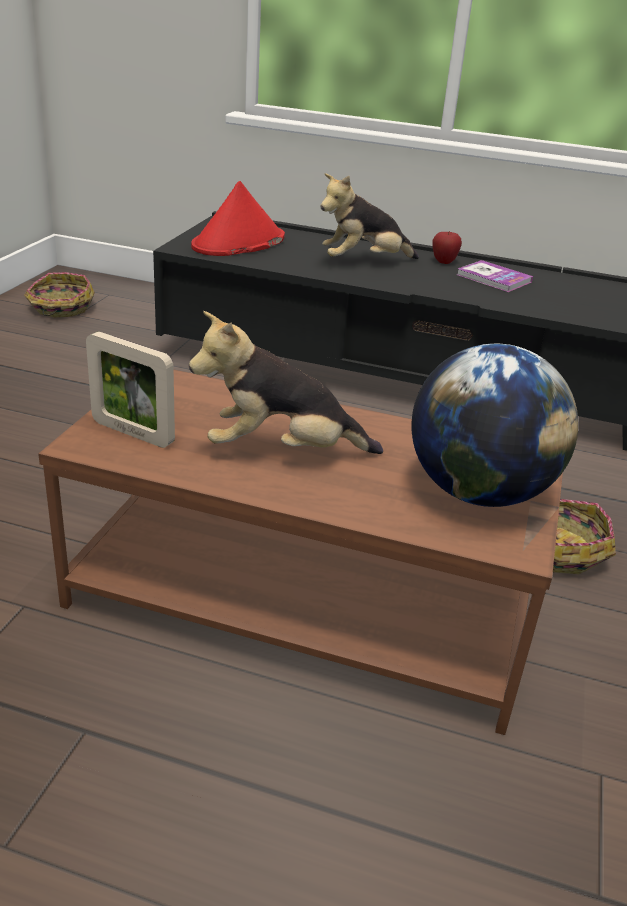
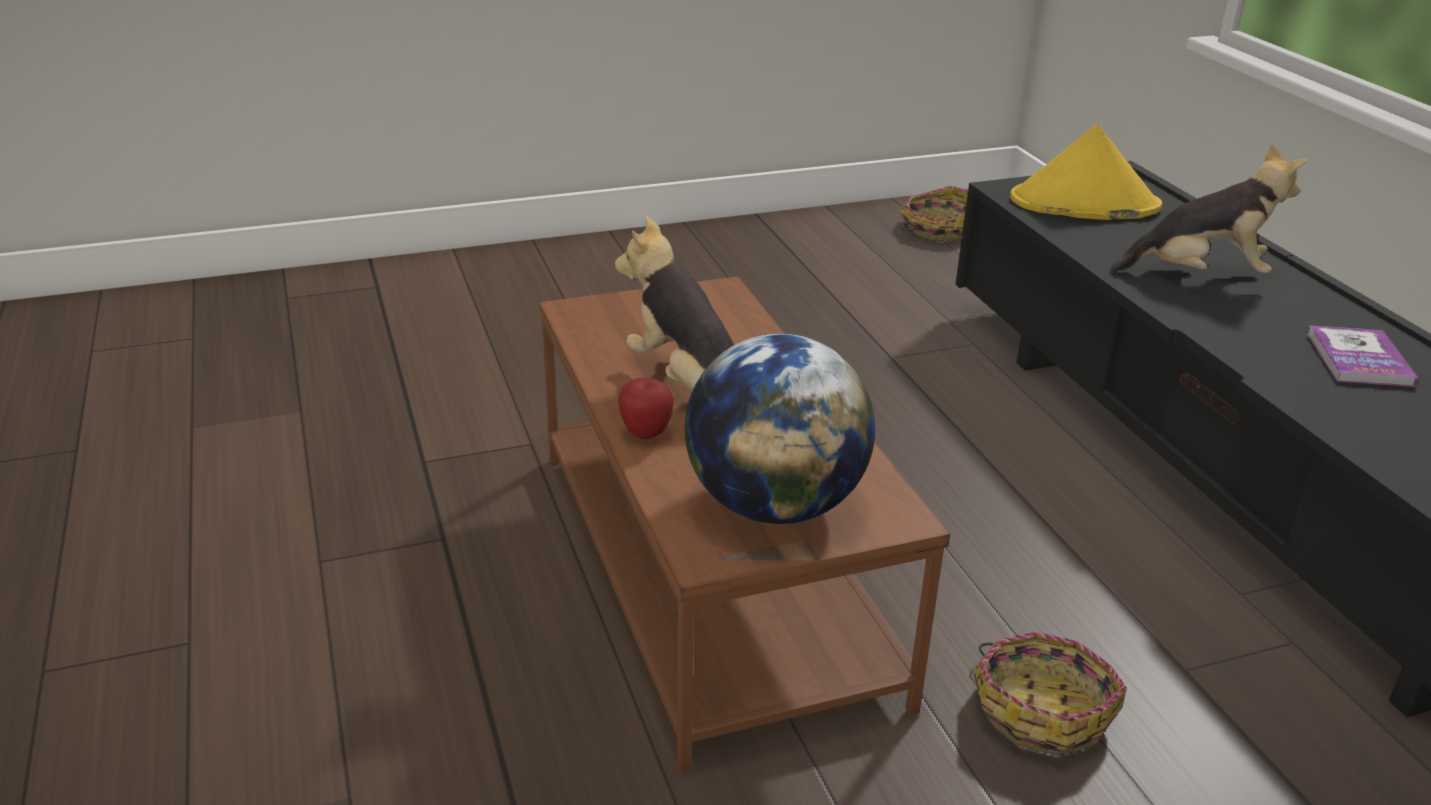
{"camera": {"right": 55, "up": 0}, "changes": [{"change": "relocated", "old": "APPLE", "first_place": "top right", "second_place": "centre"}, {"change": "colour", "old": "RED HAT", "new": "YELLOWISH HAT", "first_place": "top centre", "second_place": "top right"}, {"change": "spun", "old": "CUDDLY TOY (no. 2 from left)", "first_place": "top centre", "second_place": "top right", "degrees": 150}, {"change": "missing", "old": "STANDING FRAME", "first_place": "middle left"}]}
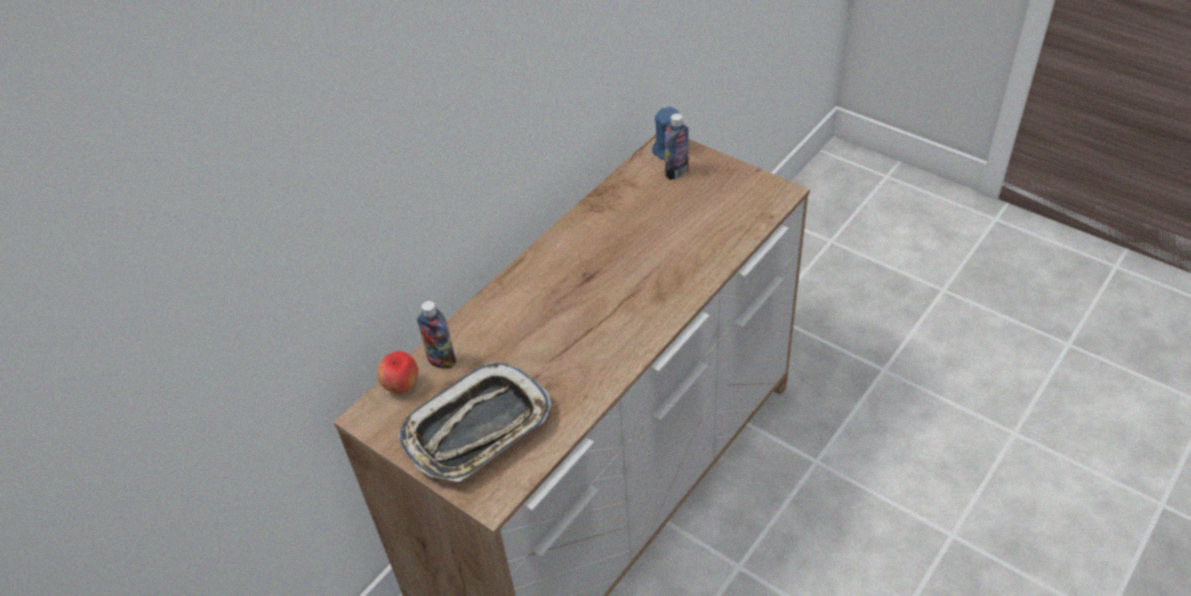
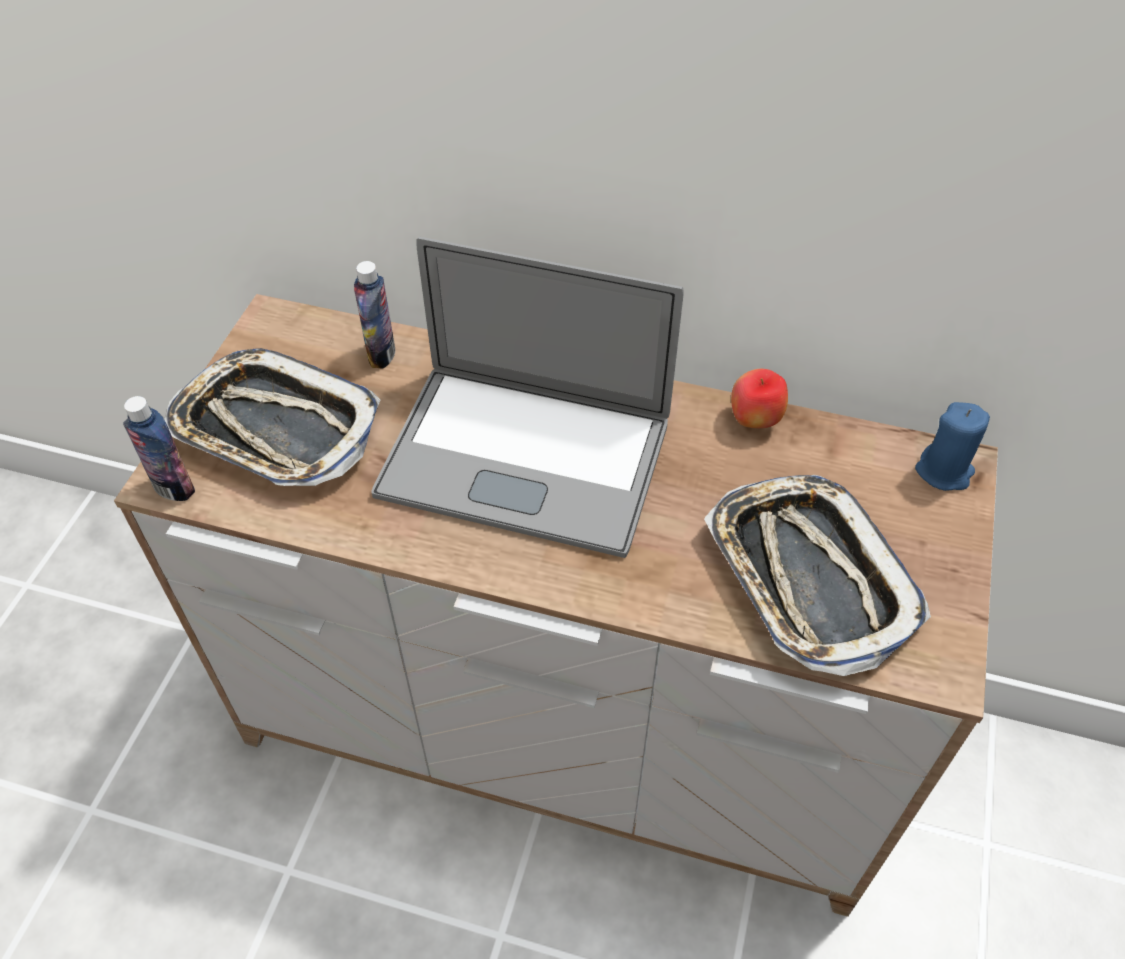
{"camera": {"right": 65, "up": 5}, "changes": [{"change": "relocated", "old": "BOTTLE (no. 2 from left in the first image)", "new": "BOTTLE (no. 1 from left)", "first_place": "top centre", "second_place": "middle left"}, {"change": "appeared", "new": "PORTABLE COMPUTER", "second_place": "centre"}, {"change": "appeared", "new": "SERVING TRAY (no. 2 from left)", "second_place": "middle right"}, {"change": "relocated", "old": "APPLE", "first_place": "centre", "second_place": "middle right"}]}
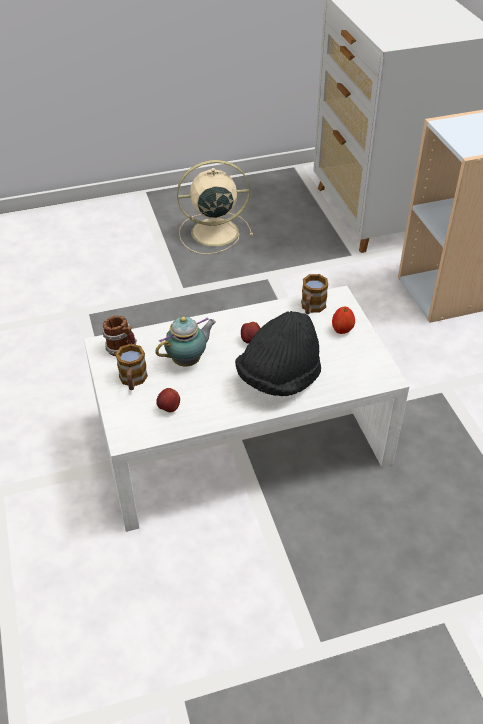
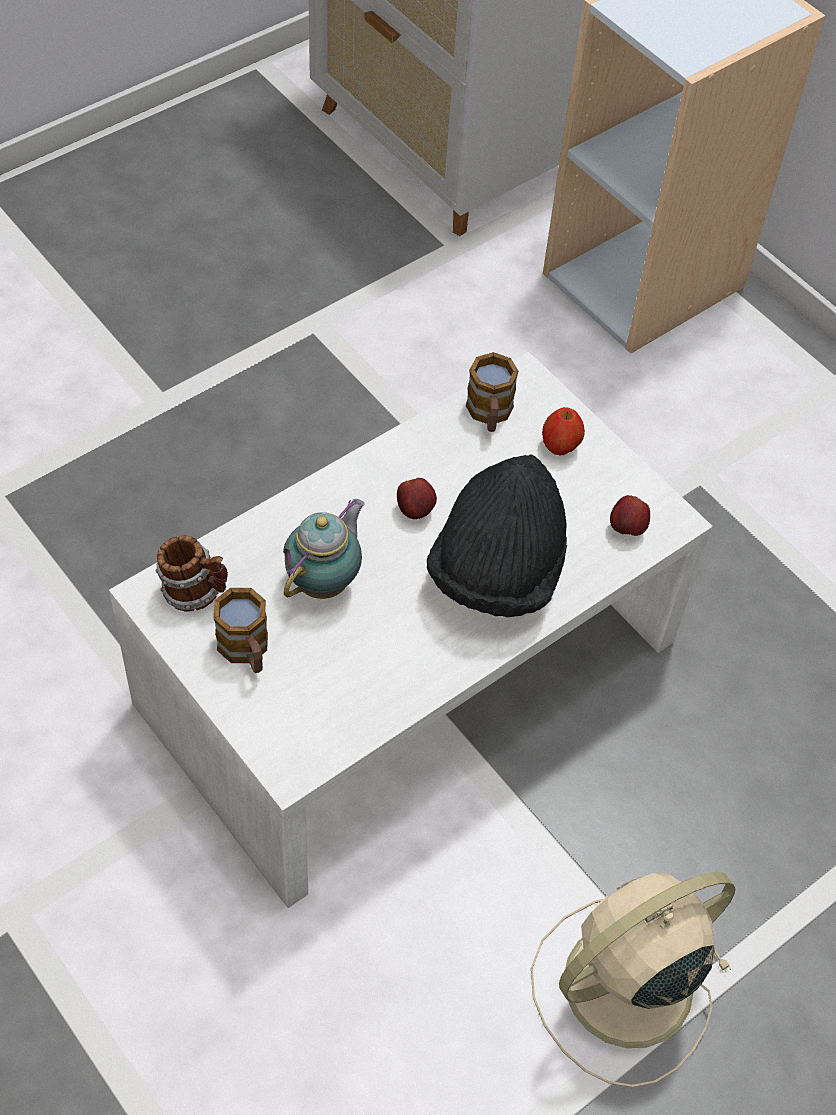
{"camera": {"right": -25, "up": 10}, "changes": [{"change": "relocated", "old": "BEIGE FAN", "first_place": "top centre", "second_place": "bottom right"}, {"change": "relocated", "old": "APPLE (no. 1 from left in the first image)", "new": "APPLE (no. 3 from left)", "first_place": "centre", "second_place": "middle right"}]}
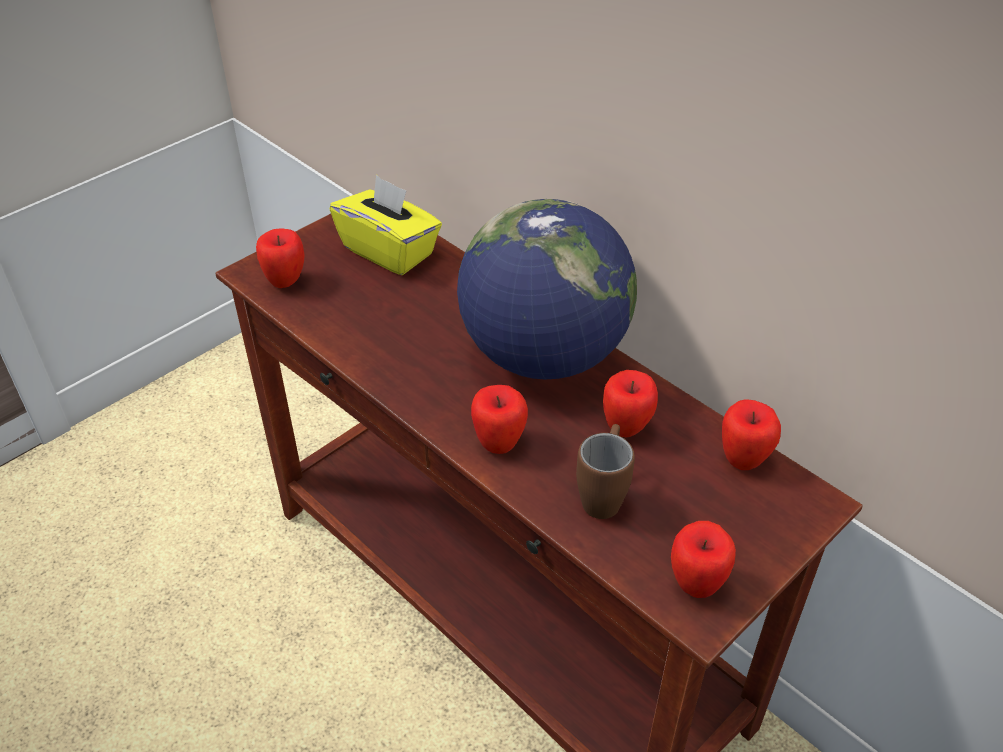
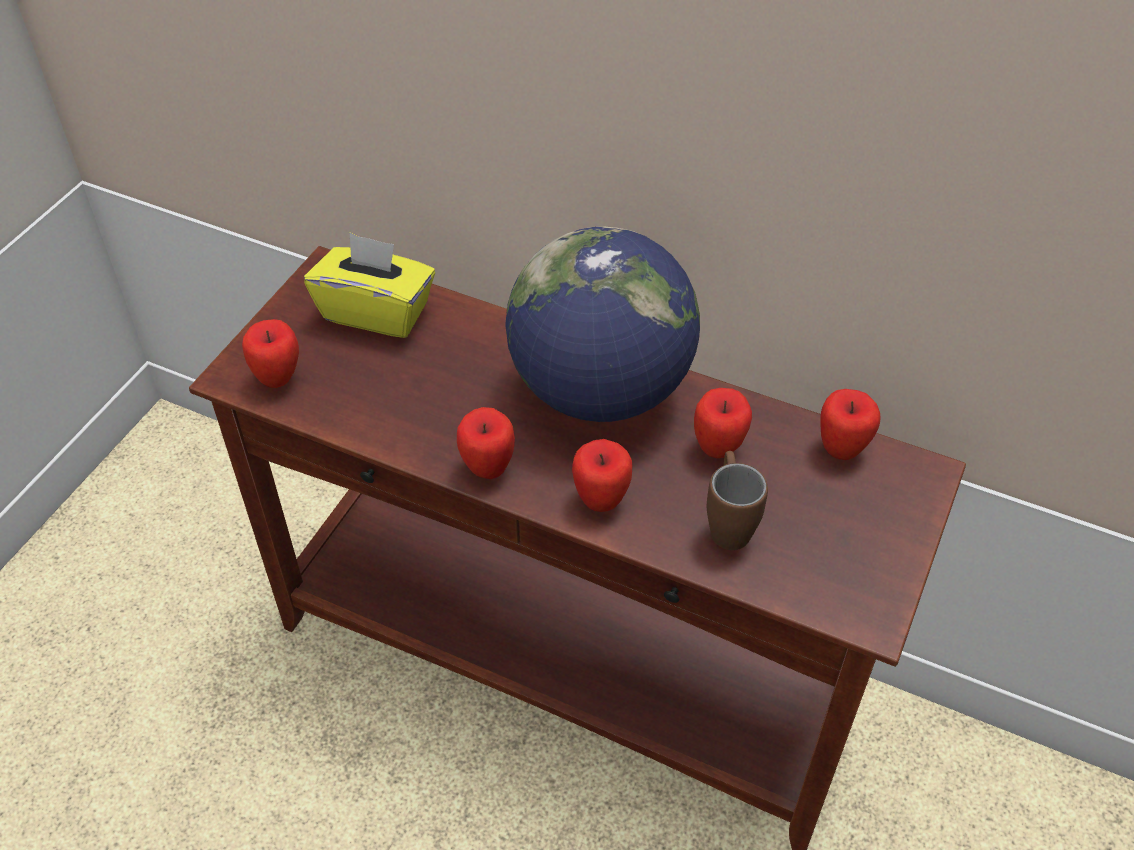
{"camera": {"right": -20, "up": 5}, "changes": [{"change": "relocated", "old": "APPLE (no. 4 from left in the first image)", "new": "APPLE (no. 2 from left)", "first_place": "bottom right", "second_place": "centre"}]}
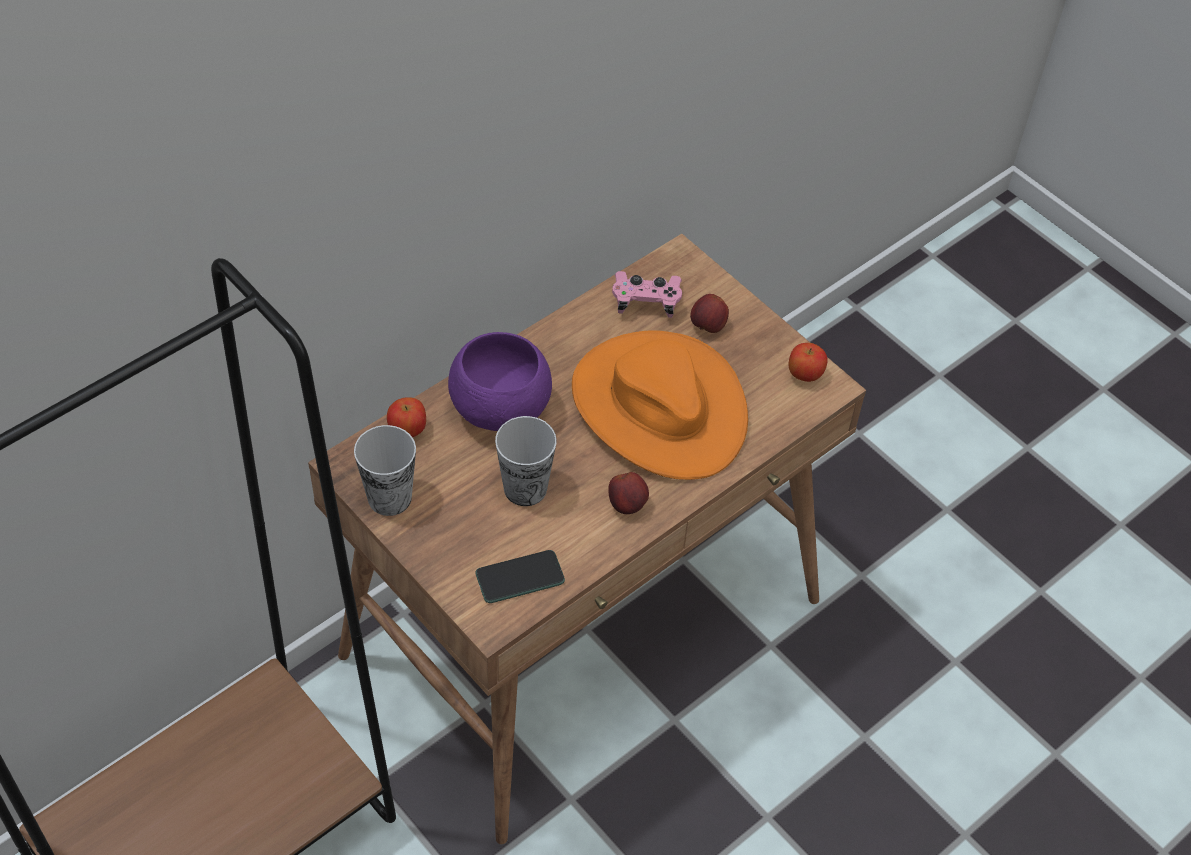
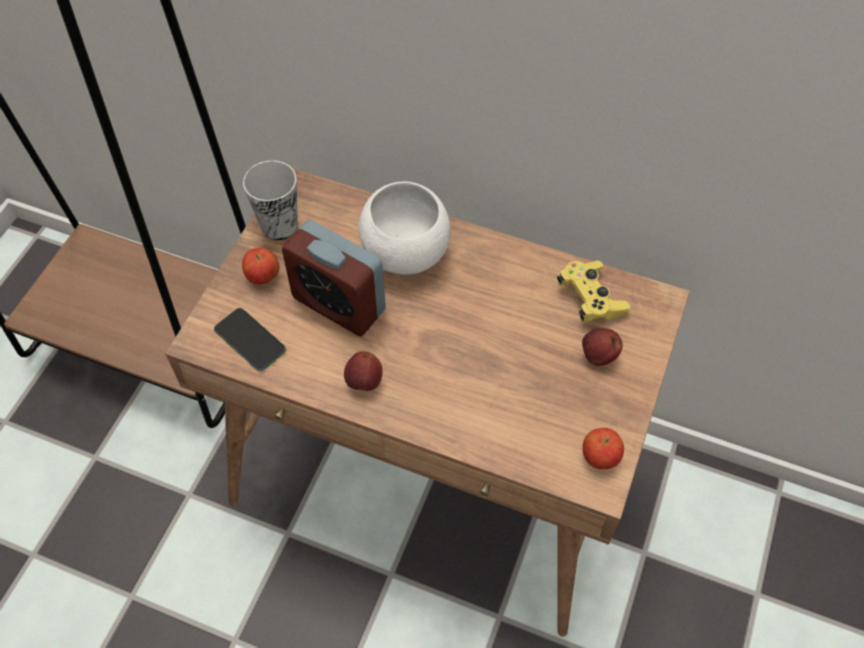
{"camera": {"right": 65, "up": 5}, "changes": [{"change": "relocated", "old": "APPLE (no. 1 from left)", "first_place": "centre", "second_place": "middle left"}, {"change": "exchanged", "old": "CUP (no. 2 from left)", "new": "TABLE CLOCK", "first_place": "centre", "second_place": "centre"}, {"change": "colour", "old": "PURPLE-COLOURED BOWL", "new": "WHITE BOWL", "first_place": "centre", "second_place": "centre"}, {"change": "colour", "old": "PINK GAME CONTROLLER", "new": "YELLOWISH GAME CONTROLLER", "first_place": "centre", "second_place": "middle right"}, {"change": "missing", "old": "ORANGE-COLOURED HAT", "first_place": "centre"}]}
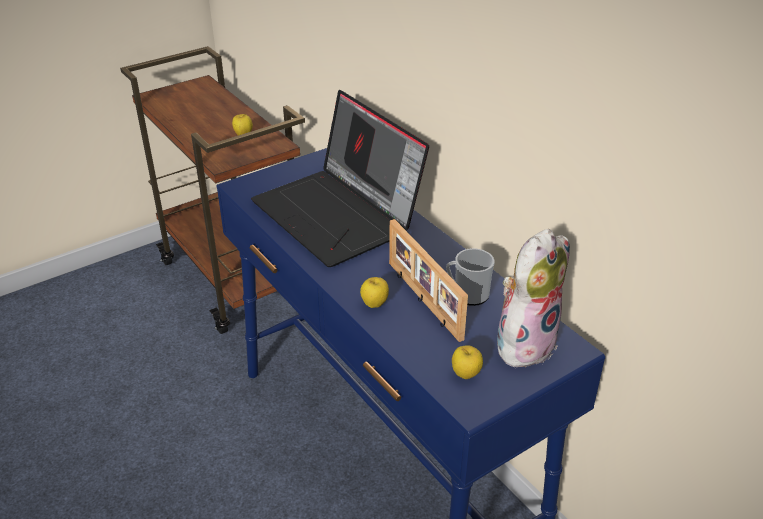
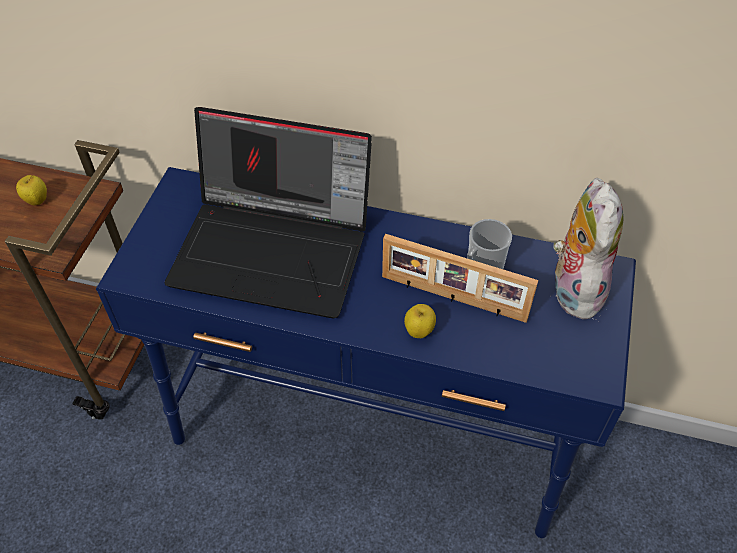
{"camera": {"right": -40, "up": 15}, "changes": [{"change": "missing", "old": "APPLE (no. 3 from left)", "first_place": "bottom centre"}]}
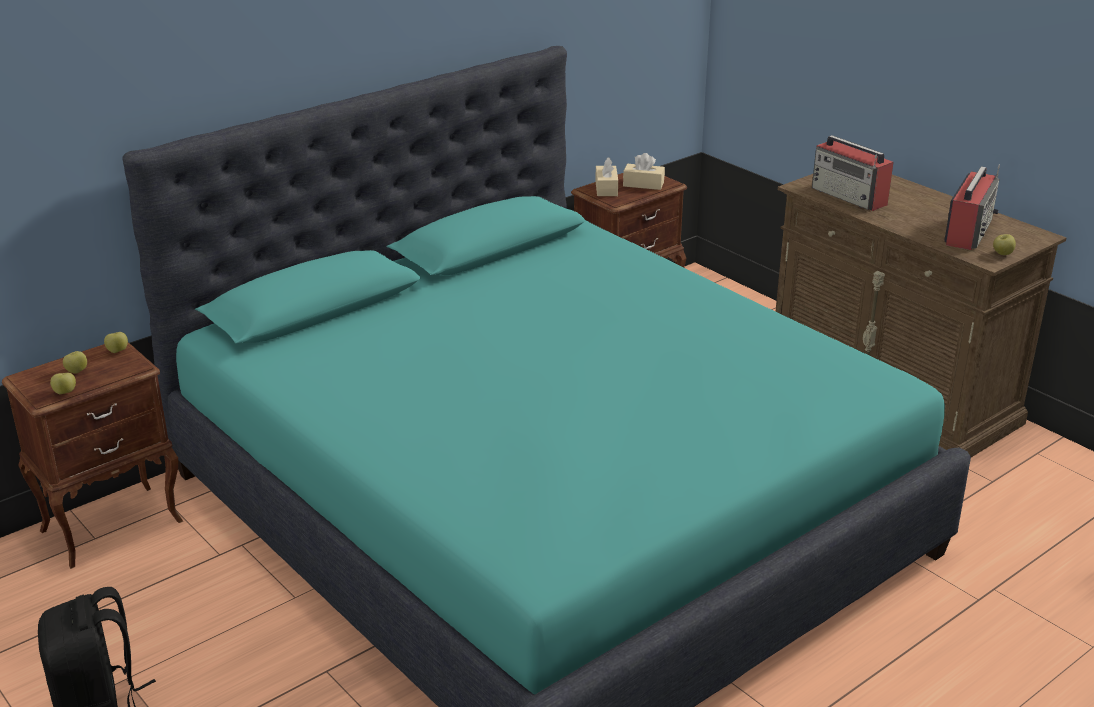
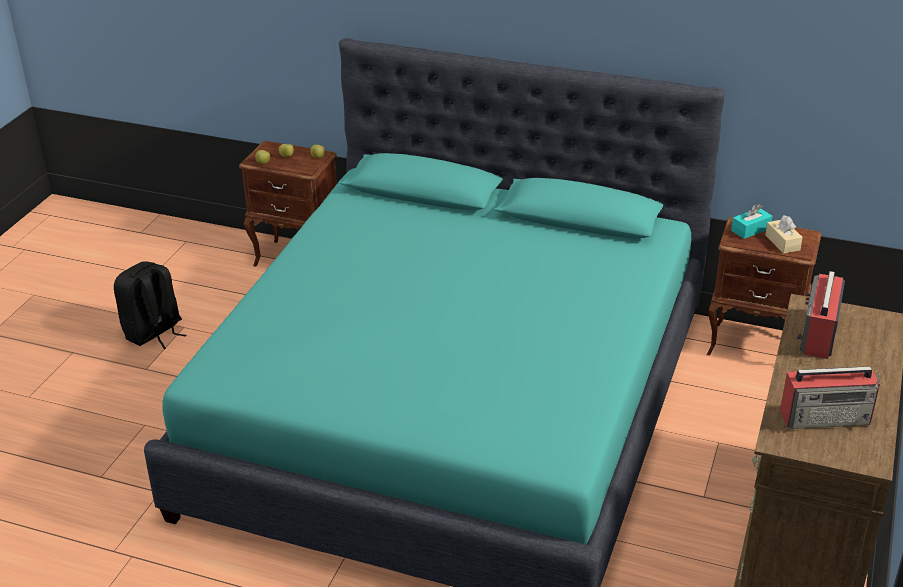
{"camera": {"right": 60, "up": 5}, "changes": [{"change": "colour", "old": "BEIGE TISSUE BOX (no. 1 from left)", "new": "TURQUOISE TISSUE BOX", "first_place": "top centre", "second_place": "middle right"}, {"change": "missing", "old": "APPLE (no. 4 from left)", "first_place": "middle right"}]}
